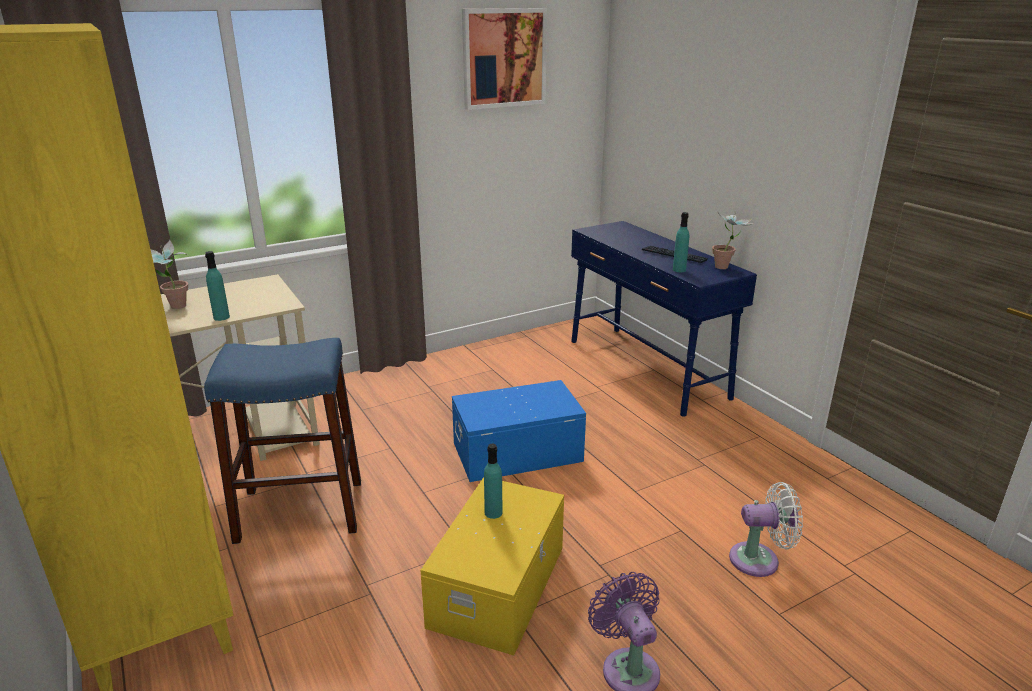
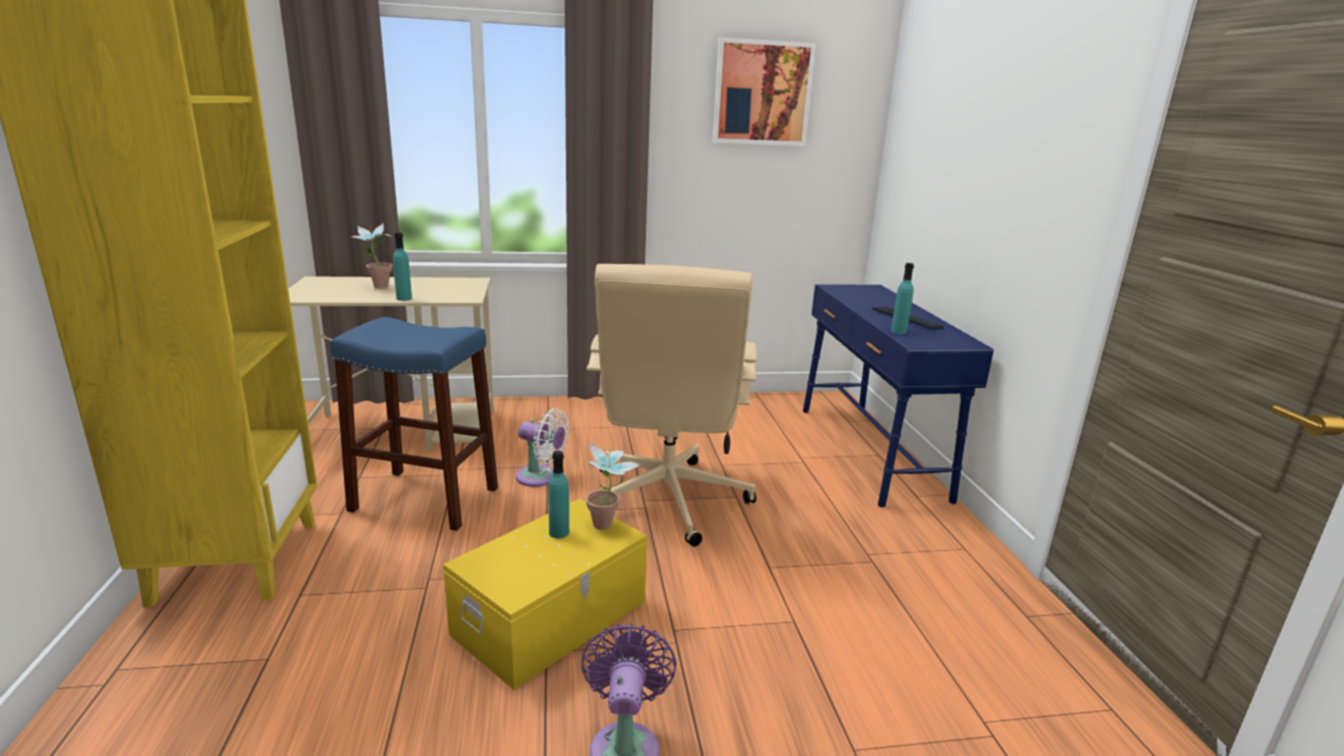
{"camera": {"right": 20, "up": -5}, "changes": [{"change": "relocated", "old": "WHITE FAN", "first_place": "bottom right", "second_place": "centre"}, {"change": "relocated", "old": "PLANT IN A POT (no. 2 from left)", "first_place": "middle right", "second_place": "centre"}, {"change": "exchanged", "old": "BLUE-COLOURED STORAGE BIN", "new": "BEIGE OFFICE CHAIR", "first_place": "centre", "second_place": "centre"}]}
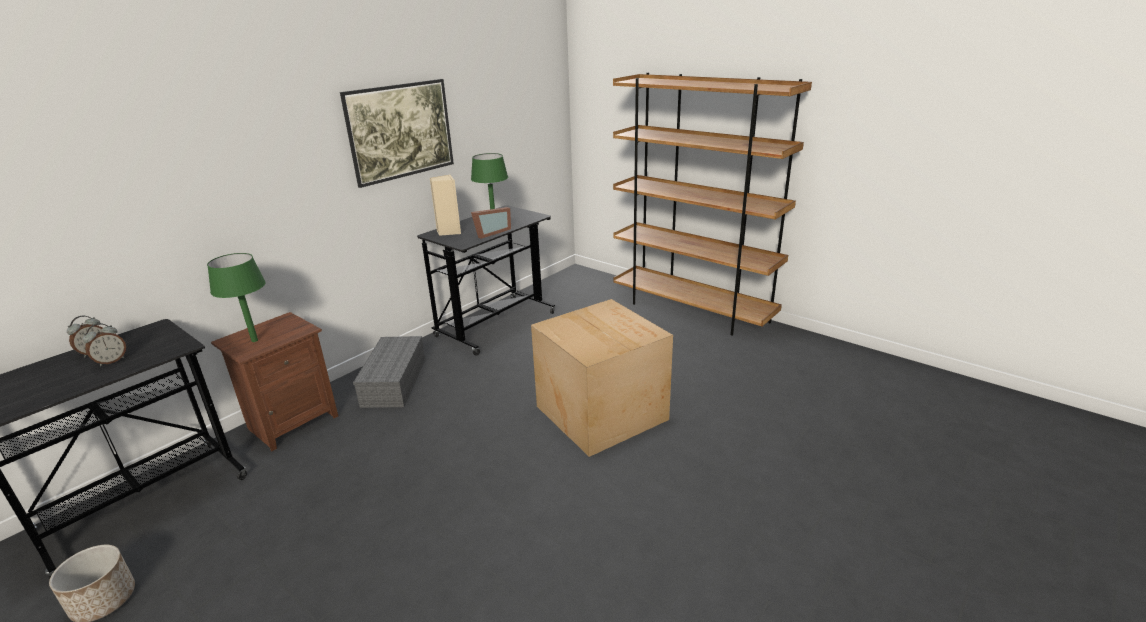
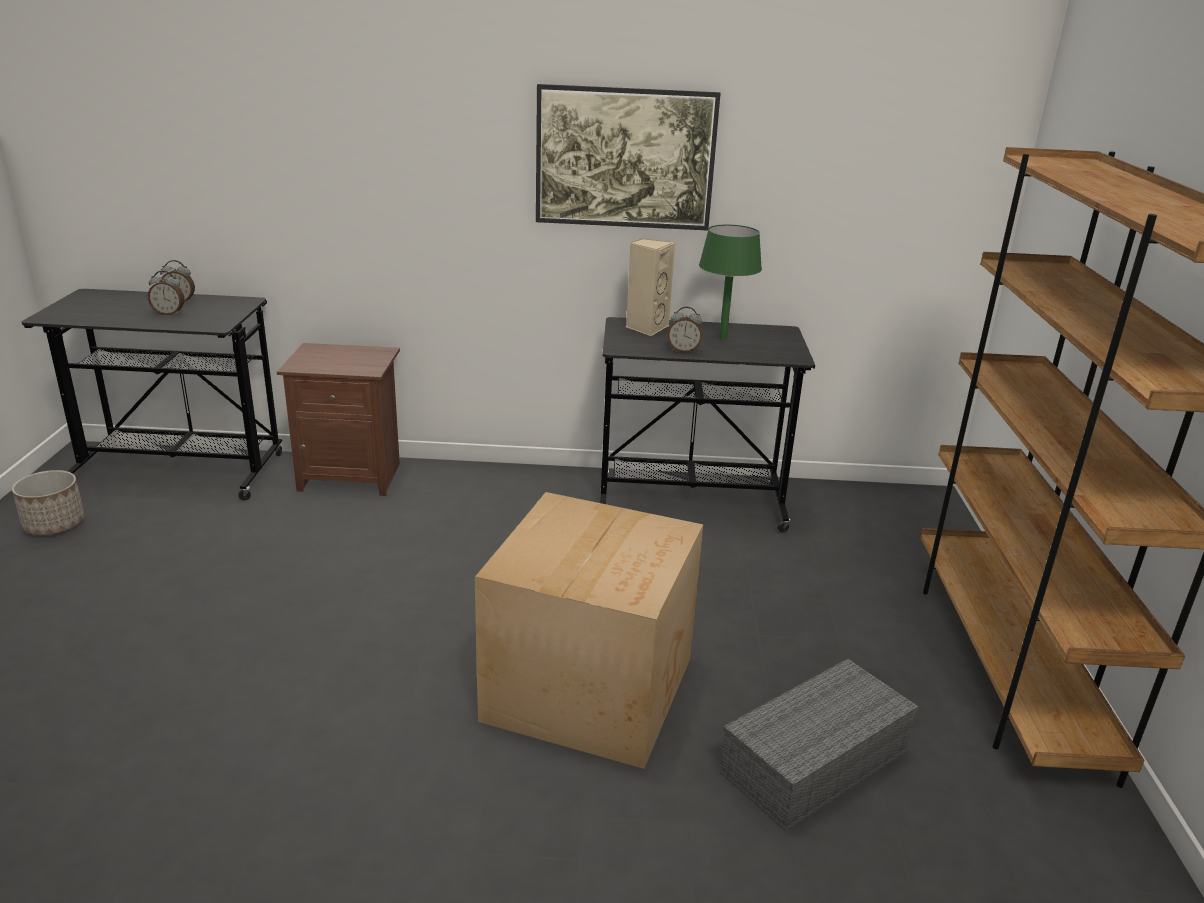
{"camera": {"right": 50, "up": 0}, "changes": [{"change": "exchanged", "old": "STANDING FRAME", "new": "TABLE CLOCK (no. 3 from left)", "first_place": "centre", "second_place": "centre"}, {"change": "relocated", "old": "GREYISH STORAGE BIN", "first_place": "centre", "second_place": "bottom right"}, {"change": "missing", "old": "GREEN TABLETOP LAMP (no. 1 from left)", "first_place": "middle left"}]}
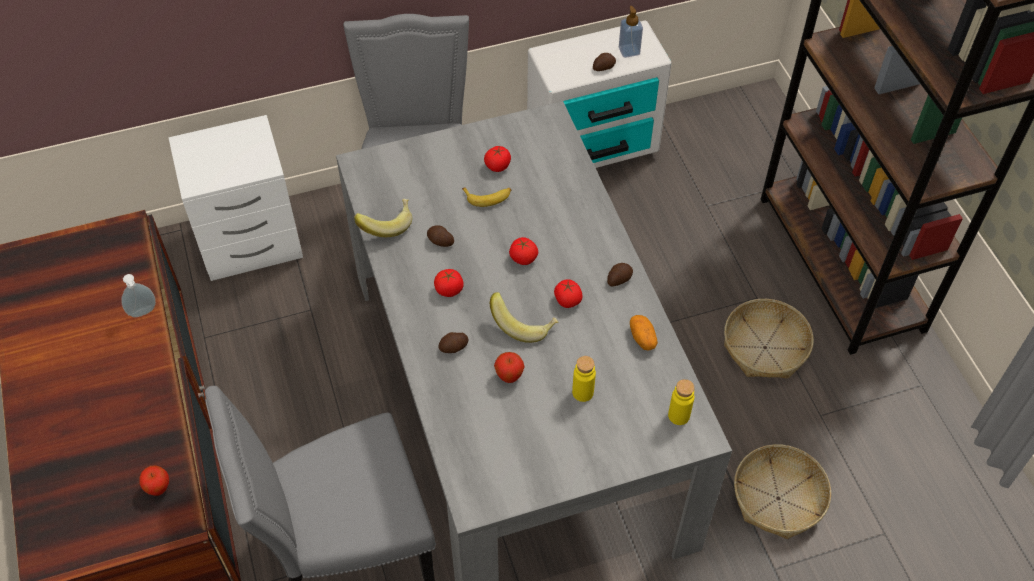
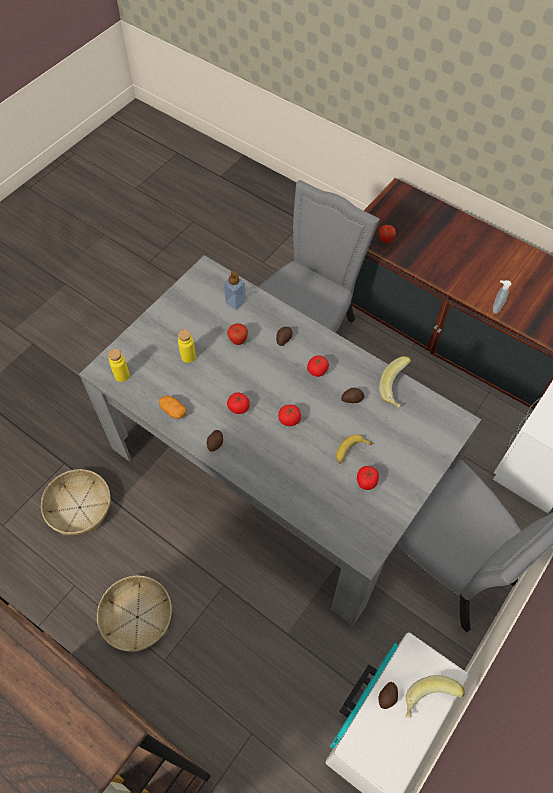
{"camera": {"right": 145, "up": 5}, "changes": [{"change": "relocated", "old": "LIQUID SOAP BOTTLE (no. 2 from left in the first image)", "new": "LIQUID SOAP BOTTLE (no. 1 from left)", "first_place": "top centre", "second_place": "centre"}, {"change": "relocated", "old": "BANANA FRUIT (no. 3 from left)", "first_place": "centre", "second_place": "bottom right"}]}
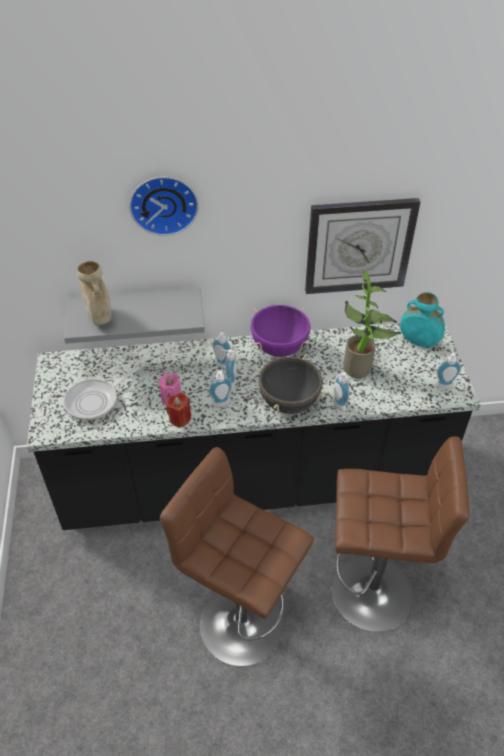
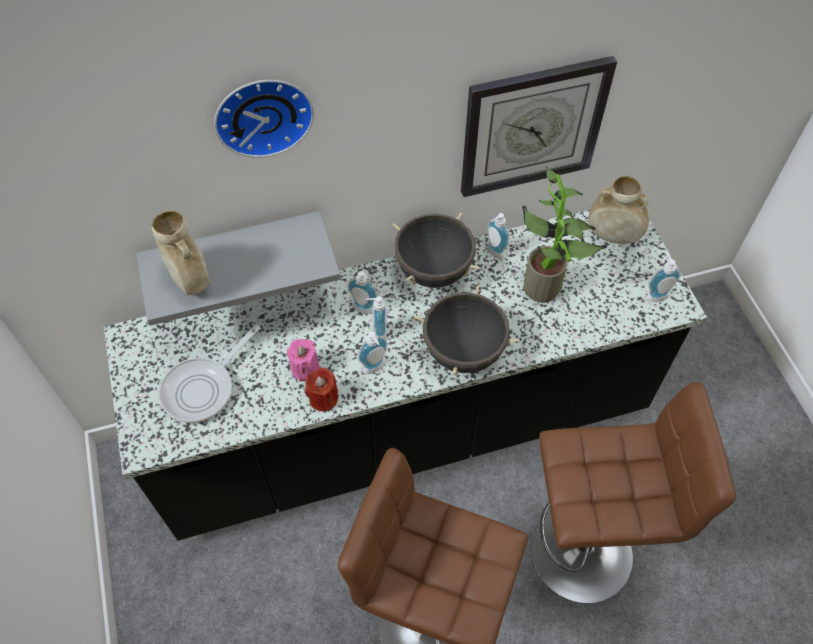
{"camera": {"right": -10, "up": 10}, "changes": [{"change": "colour", "old": "PURPLE-COLOURED COOKING POT", "new": "BLACKISH COOKING POT (no. 1 from left)", "first_place": "centre", "second_place": "centre"}, {"change": "relocated", "old": "LIQUID SOAP BOTTLE (no. 4 from left)", "first_place": "middle right", "second_place": "centre"}, {"change": "colour", "old": "TURQUOISE DECORATIVE VASE", "new": "BEIGE DECORATIVE VASE (no. 2 from left)", "first_place": "middle right", "second_place": "top right"}]}
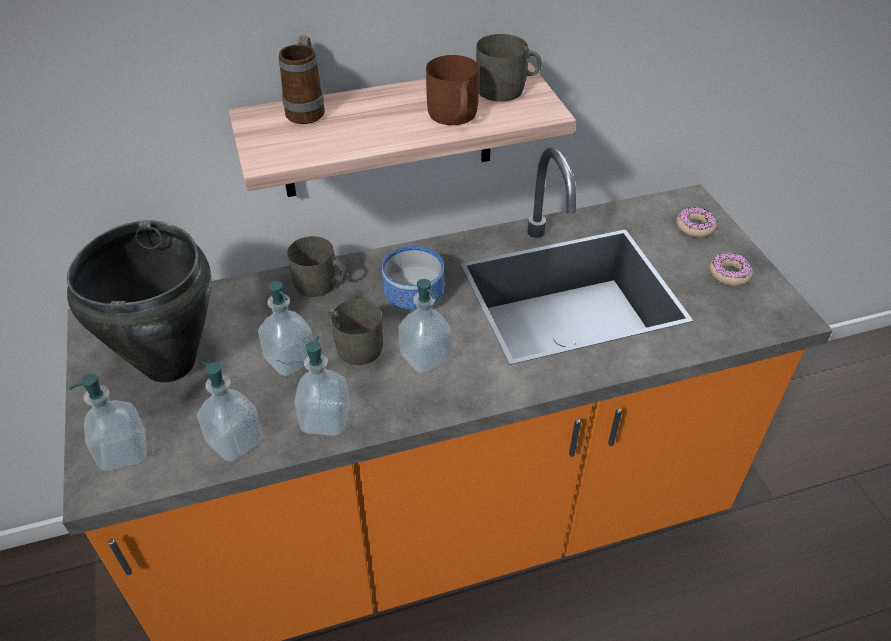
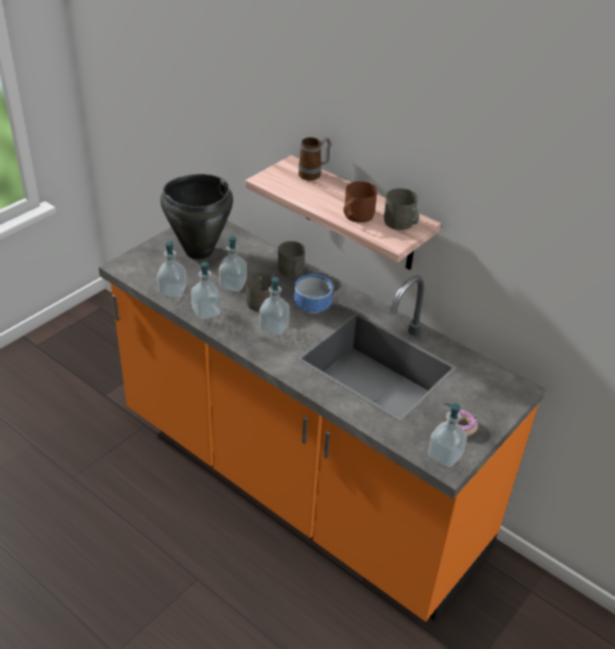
{"camera": {"right": 55, "up": -5}, "changes": [{"change": "relocated", "old": "LIQUID SOAP BOTTLE (no. 1 from left in the first image)", "new": "LIQUID SOAP BOTTLE (no. 5 from left)", "first_place": "middle left", "second_place": "bottom right"}, {"change": "missing", "old": "RING DOUGHNUT (no. 1 from left)", "first_place": "middle right"}]}
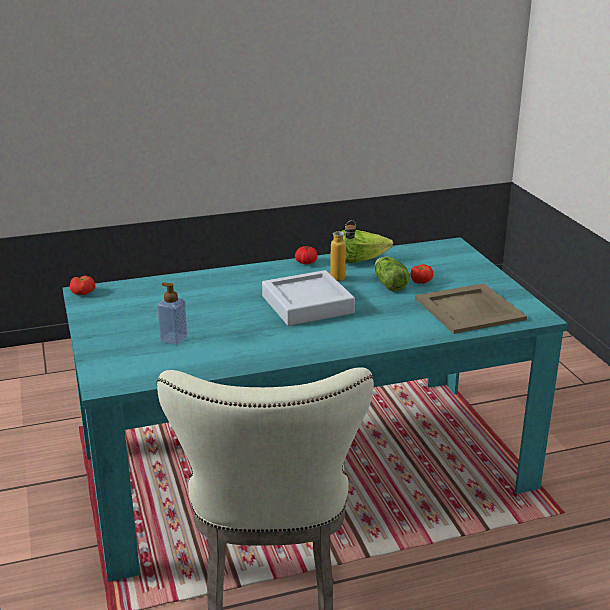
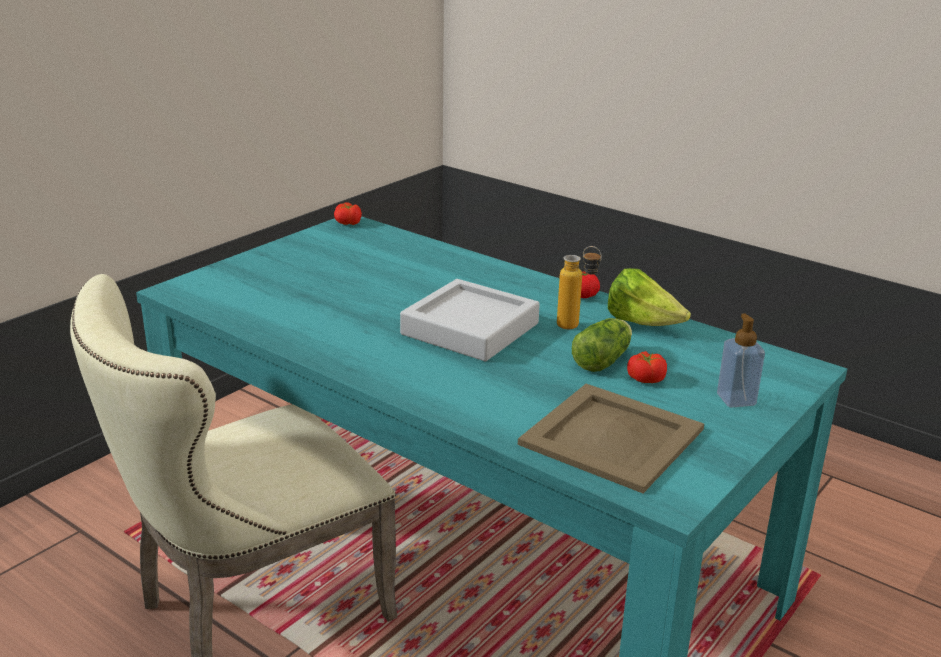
{"camera": {"right": 55, "up": 0}, "changes": [{"change": "relocated", "old": "LIQUID SOAP BOTTLE", "first_place": "middle left", "second_place": "middle right"}]}
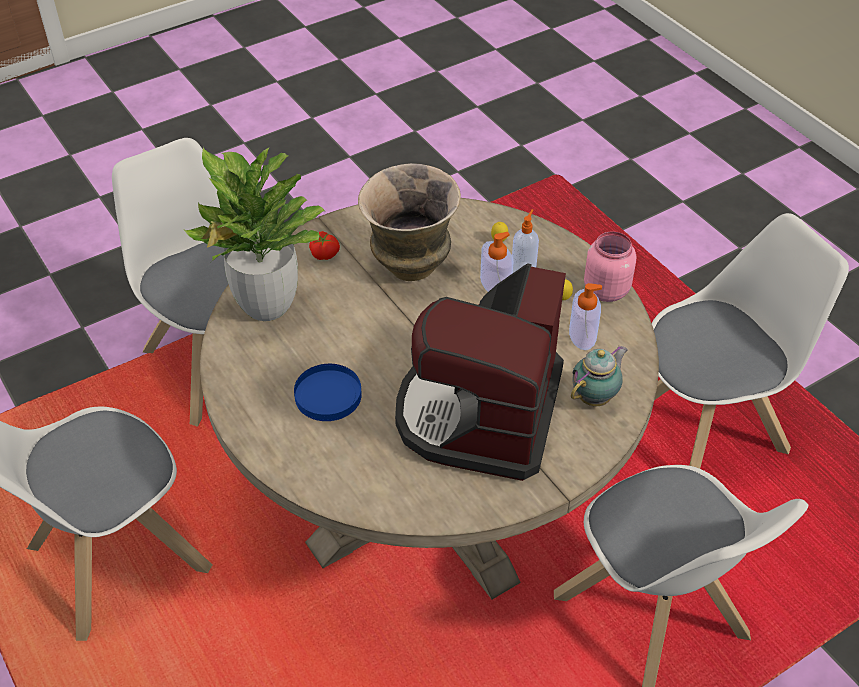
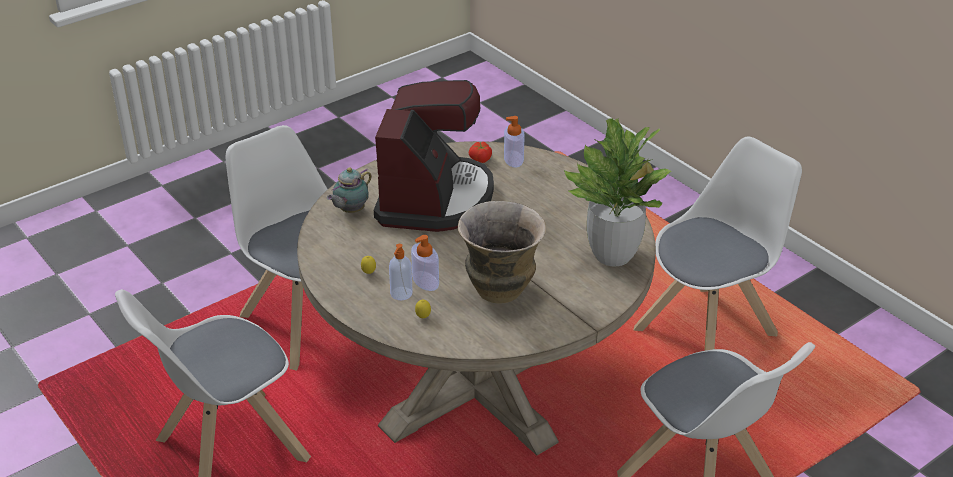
{"camera": {"right": 175, "up": -10}, "changes": [{"change": "relocated", "old": "FRESH TOMATO", "first_place": "centre", "second_place": "top centre"}, {"change": "relocated", "old": "LIQUID SOAP BOTTLE (no. 3 from left)", "first_place": "middle right", "second_place": "top centre"}, {"change": "missing", "old": "BLUE-COLOURED DINNER PLATE", "first_place": "centre"}, {"change": "missing", "old": "PINK JAR", "first_place": "middle right"}]}
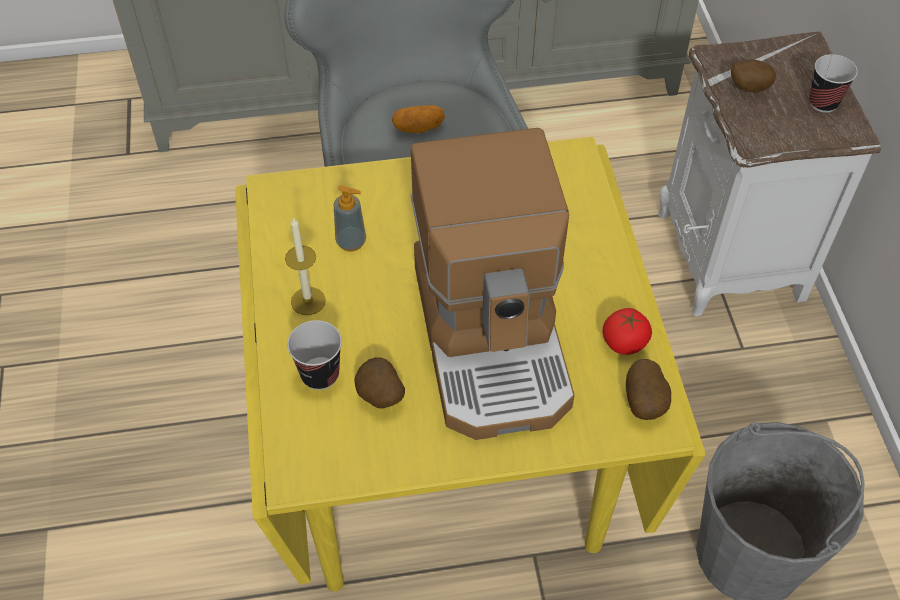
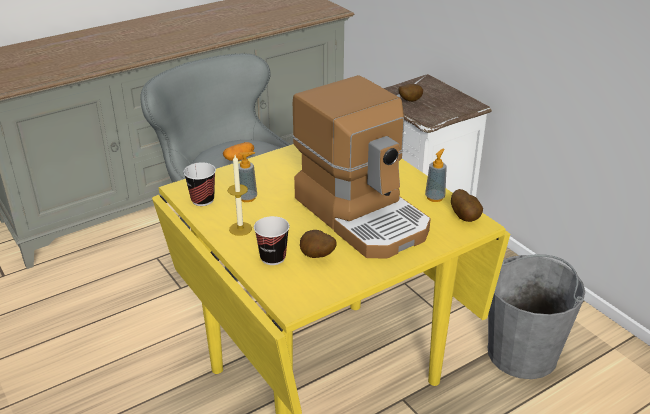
{"camera": {"right": -25, "up": -20}, "changes": [{"change": "relocated", "old": "CUP (no. 2 from left in the first image)", "new": "CUP (no. 1 from left)", "first_place": "top right", "second_place": "middle left"}, {"change": "exchanged", "old": "FRESH TOMATO", "new": "LIQUID SOAP BOTTLE (no. 2 from left)", "first_place": "middle right", "second_place": "middle right"}]}
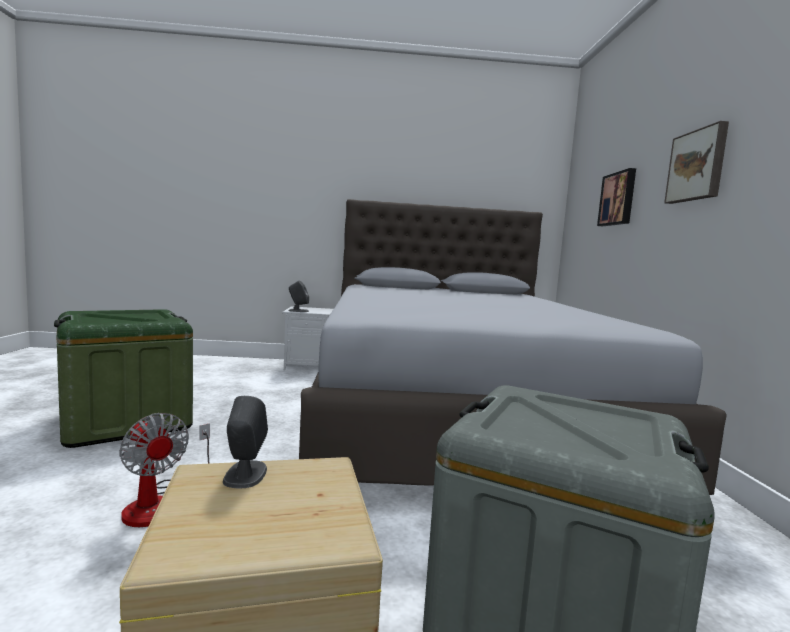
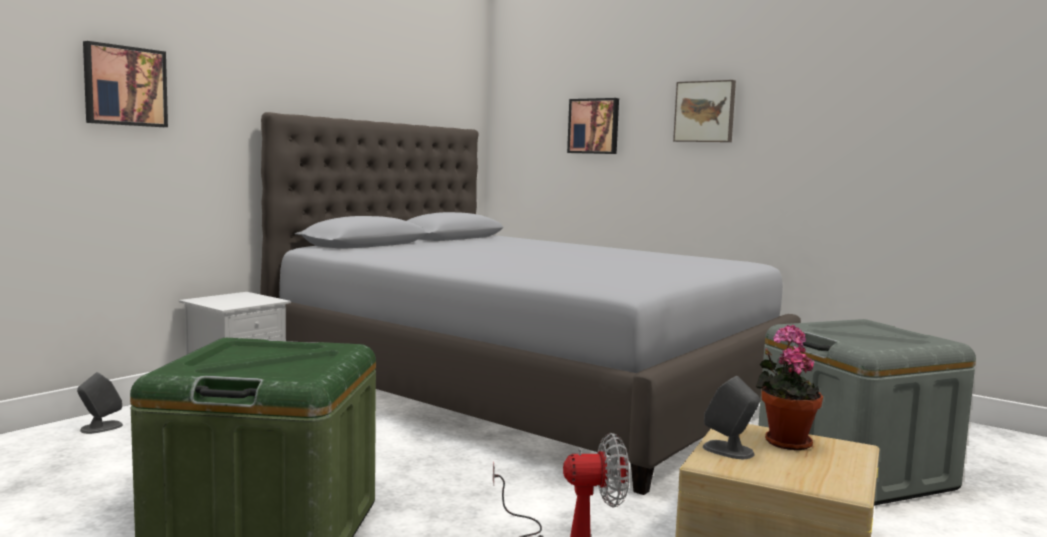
{"camera": {"right": -50, "up": 0}, "changes": [{"change": "relocated", "old": "GREYISH AUDIO SPEAKER (no. 2 from left in the first image)", "new": "GREYISH AUDIO SPEAKER (no. 1 from left)", "first_place": "centre", "second_place": "bottom left"}, {"change": "appeared", "new": "WALL PICTURE (no. 1 from left)", "second_place": "top left"}, {"change": "appeared", "new": "PLANT IN A POT", "second_place": "bottom right"}]}
